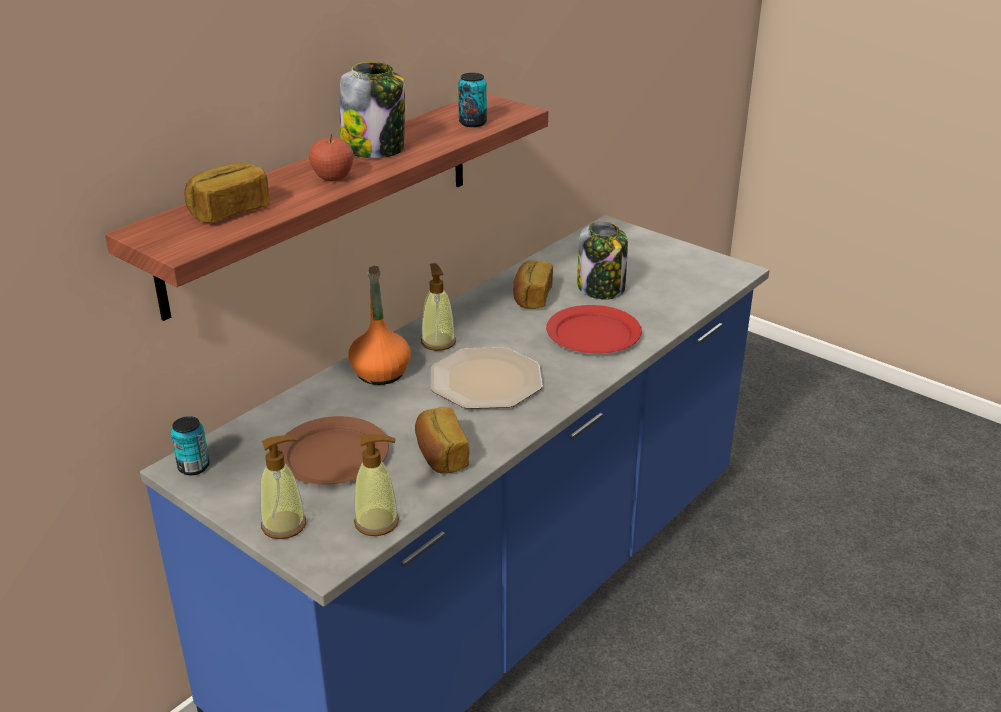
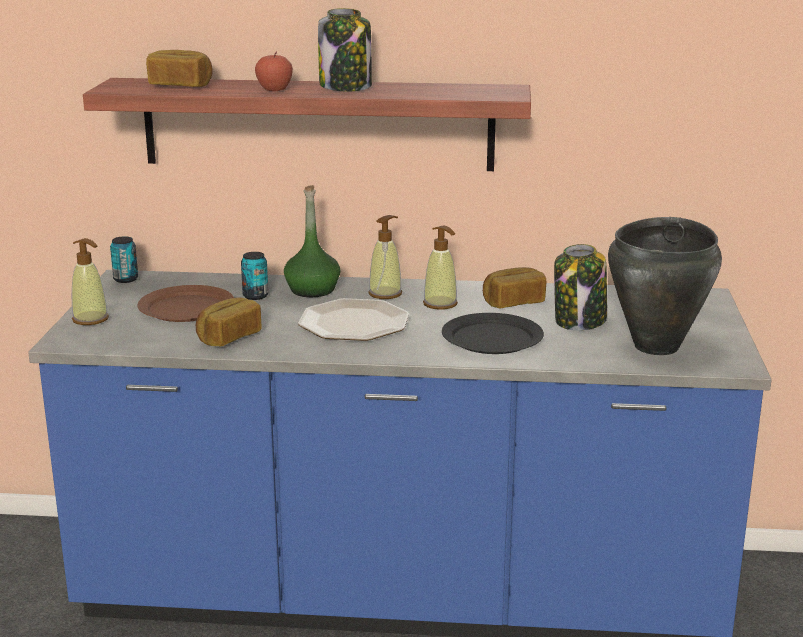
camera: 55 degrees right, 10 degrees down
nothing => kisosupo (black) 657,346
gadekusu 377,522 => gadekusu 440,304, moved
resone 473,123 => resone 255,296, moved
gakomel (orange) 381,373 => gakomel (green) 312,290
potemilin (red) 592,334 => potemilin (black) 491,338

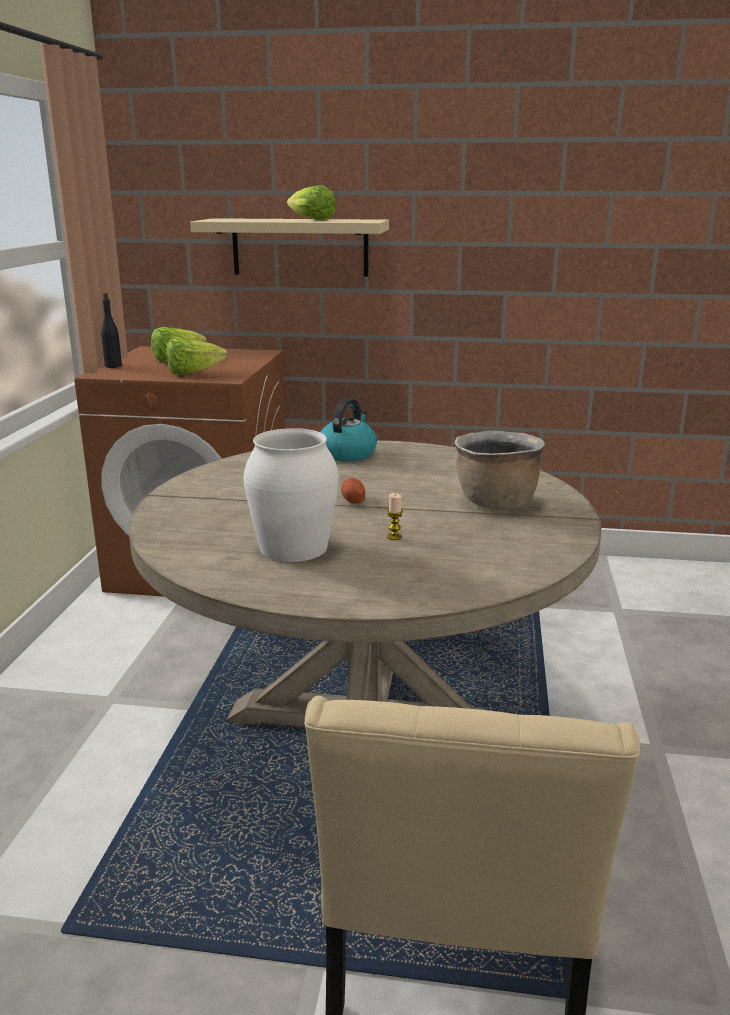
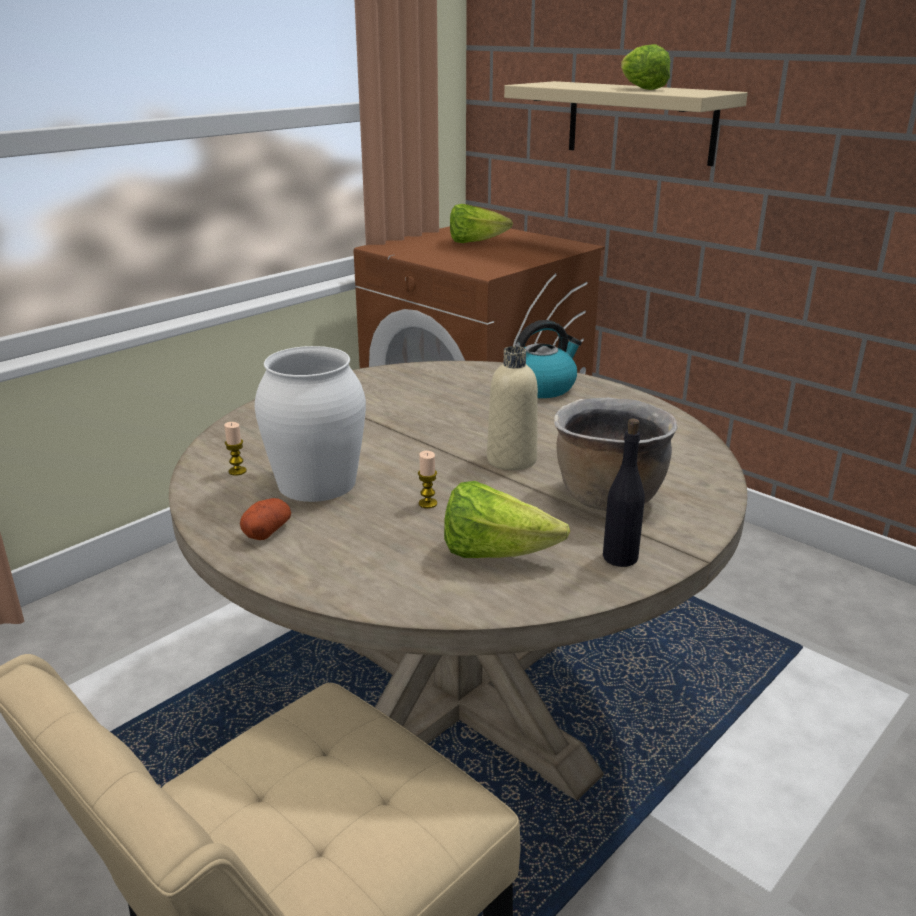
camera: 35 degrees right, 5 degrees up
nothing => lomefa 237,471
nothing => gakomel (beige) 511,460
gakomel (black) 113,366 => gakomel (black) 620,557, moved
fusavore 193,373 => fusavore 495,553, moved
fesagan 353,500 => fesagan 267,531, moved

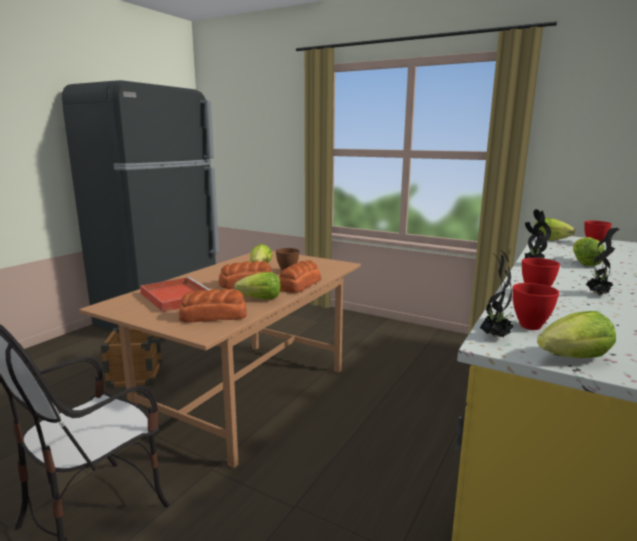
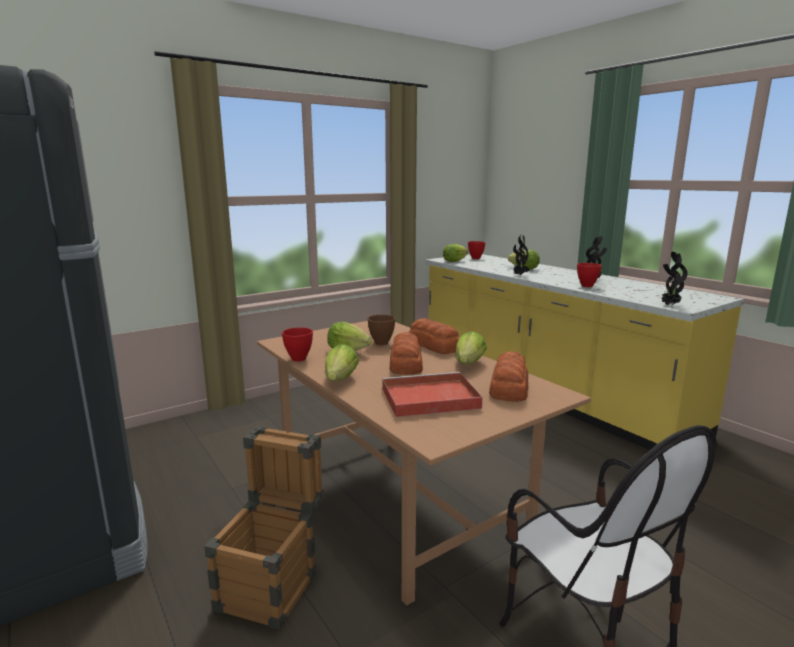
camera: 65 degrees left, 0 degrees up
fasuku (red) 530,326 => fasuku (red) 298,359, moved
fusavore 574,358 => fusavore 340,379, moved

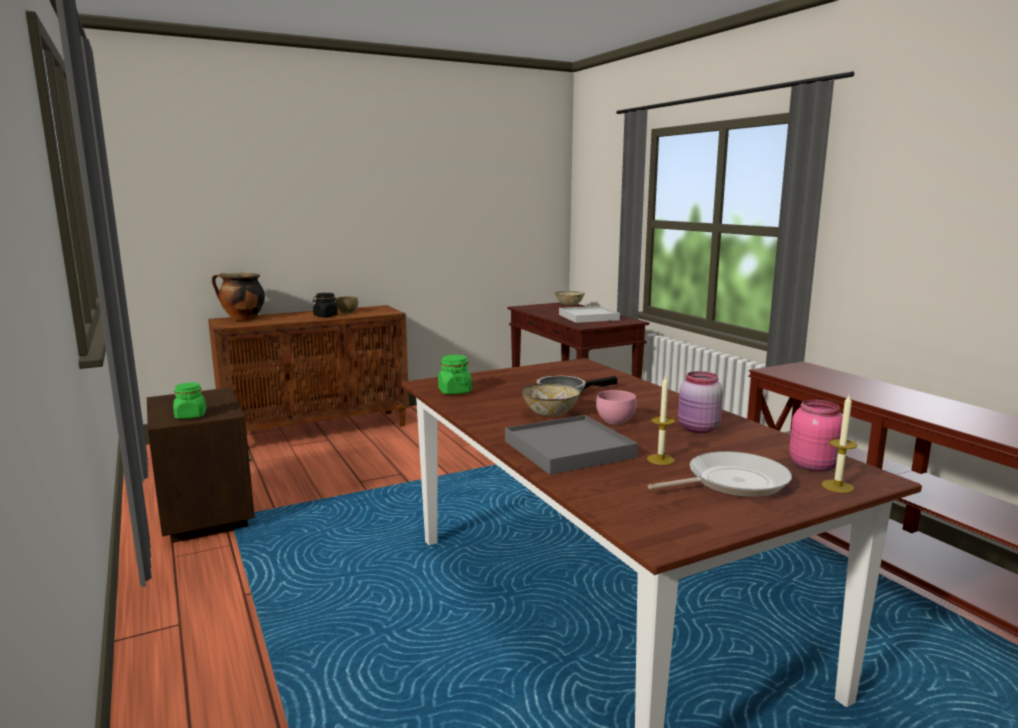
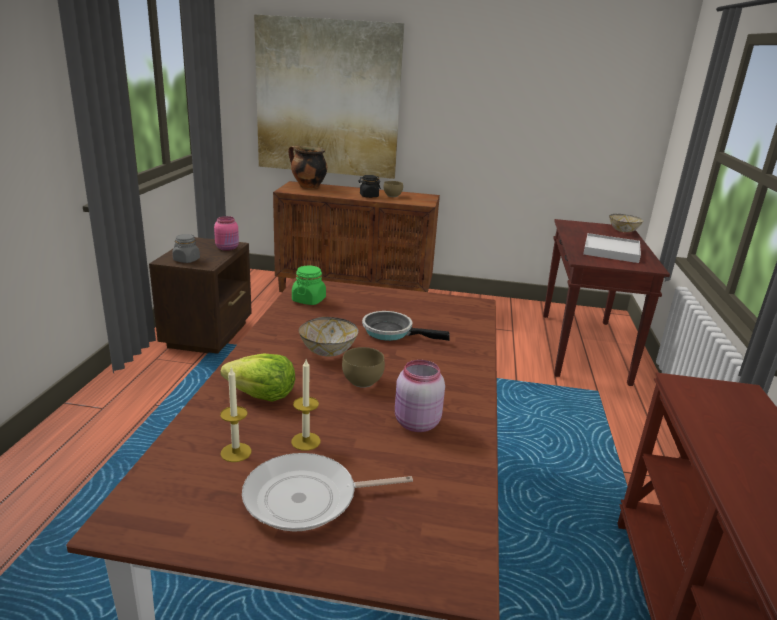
camera: 35 degrees right, 10 degrees up
nothing => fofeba 328,98
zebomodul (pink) 814,465 => zebomodul (pink) 228,248, moved
lomefa 837,486 => lomefa 236,452, moved
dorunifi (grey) 569,449 => fusavore 262,395
zebomodul (green) 191,416 => zebomodul (grey) 186,260
fasuku (pink) 615,420 => fasuku (brown) 363,381
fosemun 731,482 => fosemun 307,499, 150 degrees clockwise

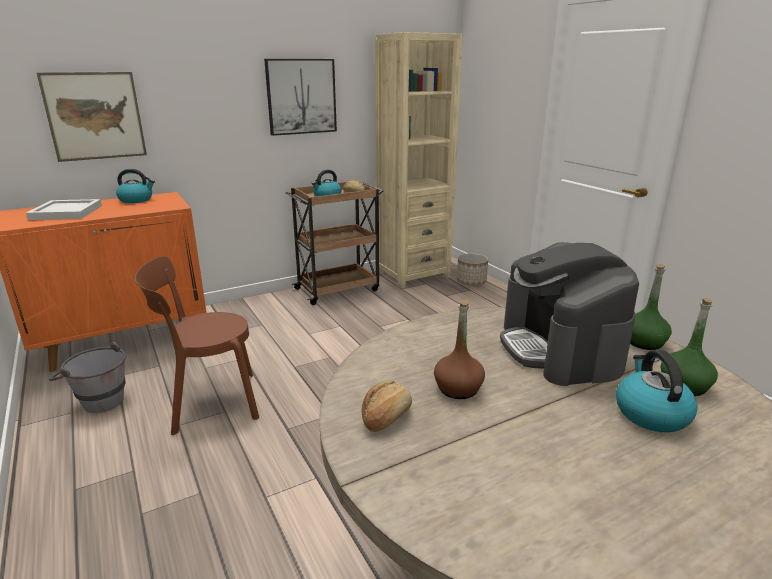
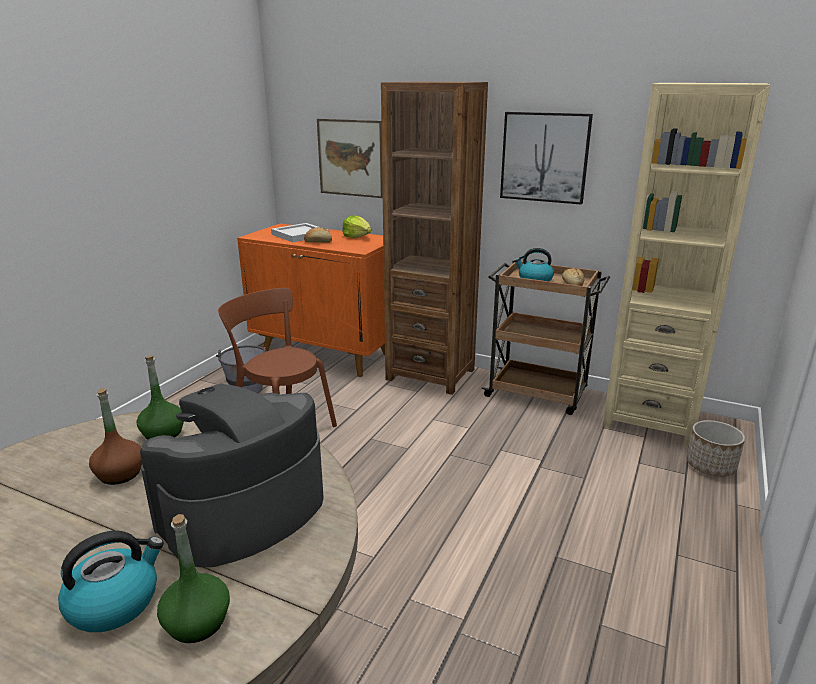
camera: 55 degrees right, 0 degrees up
nothing => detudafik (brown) 430,374
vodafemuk 386,417 => vodafemuk 318,242, moved
gakomel (green) 644,342 => gakomel (green) 163,433, moved
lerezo 136,200 => fusavore 357,237

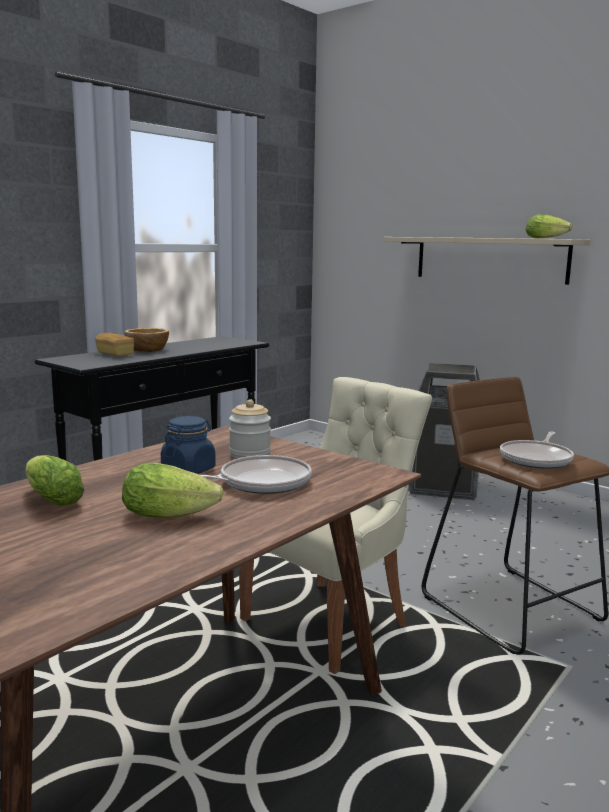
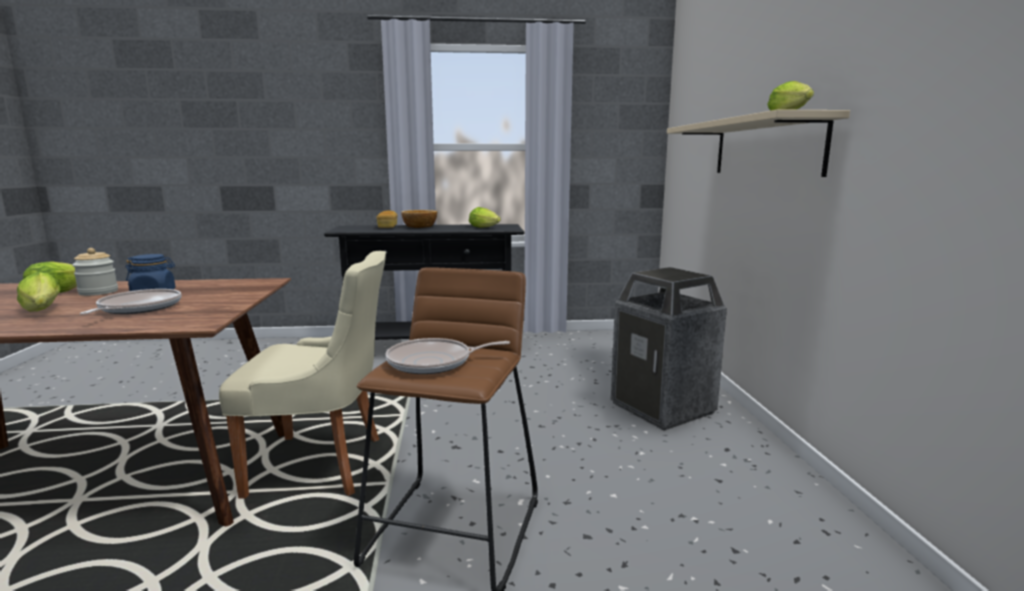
camera: 45 degrees right, 0 degrees up
nothing => fusavore 485,227
zebomodul 250,454 => zebomodul 98,292, moved
fosemun 260,482 => fosemun 137,308, 105 degrees counterclockwise

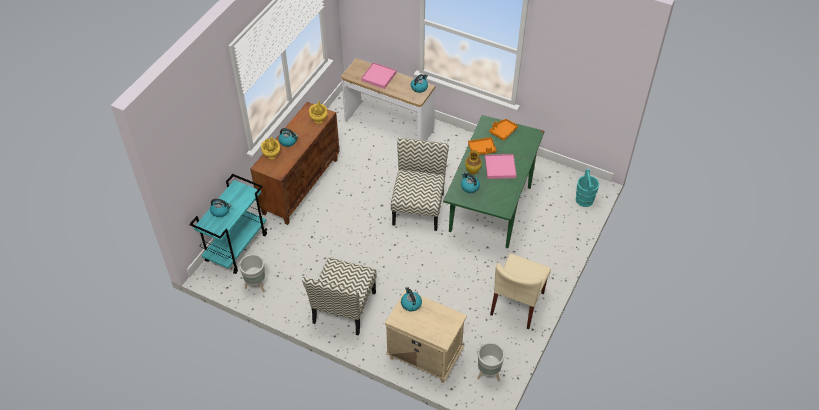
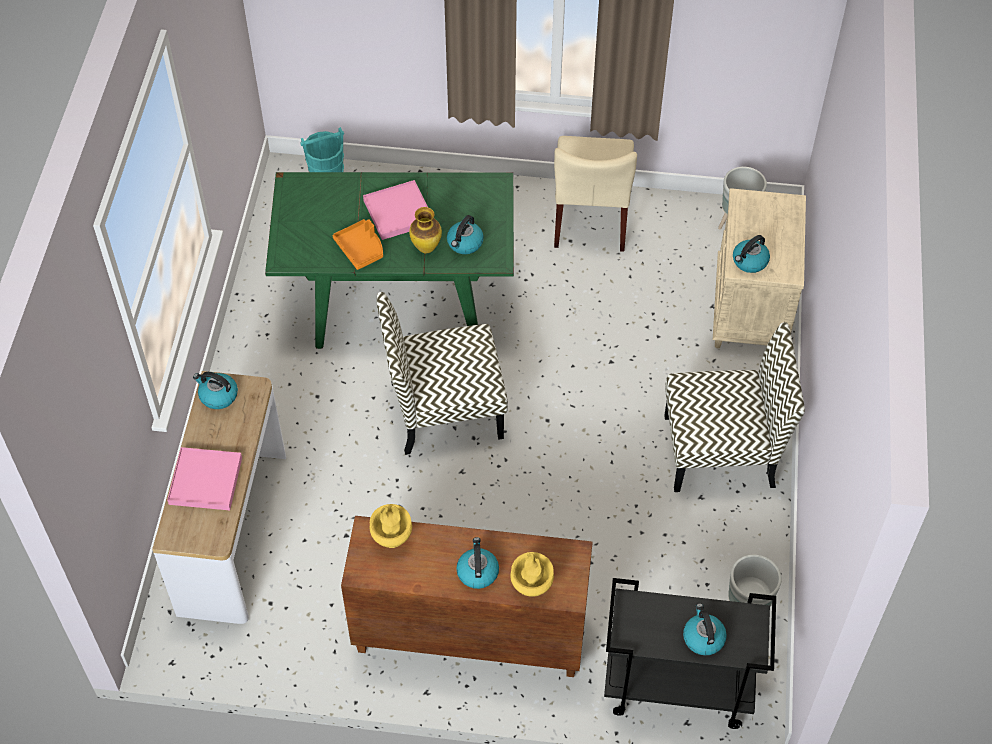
camera: 110 degrees left, 5 degrees up
dorunifi (orange) 503,131 => nothing
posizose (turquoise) 236,247 => posizose (black) 676,688
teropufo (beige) 517,304 => teropufo (beige) 590,219, 90 degrees clockwise

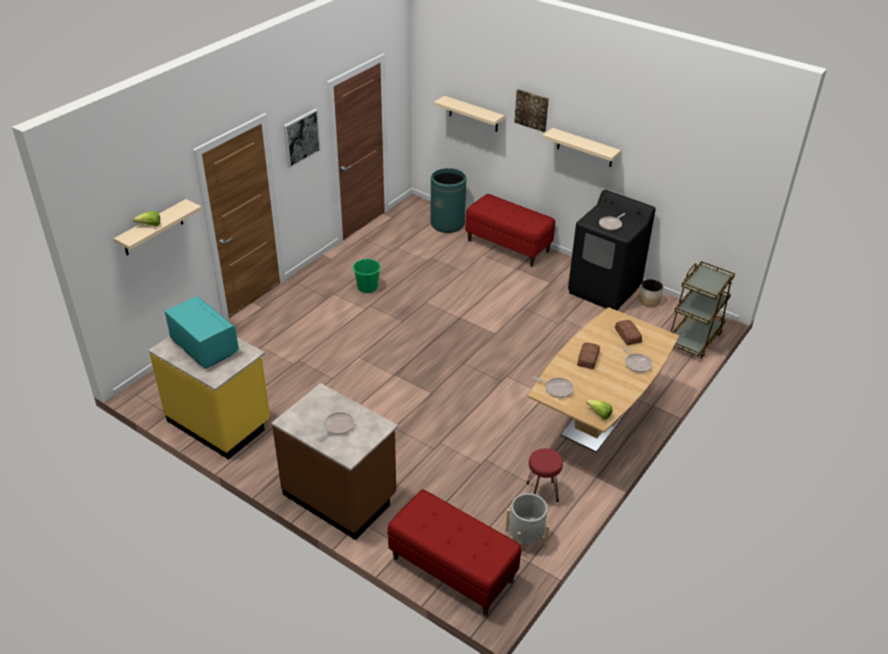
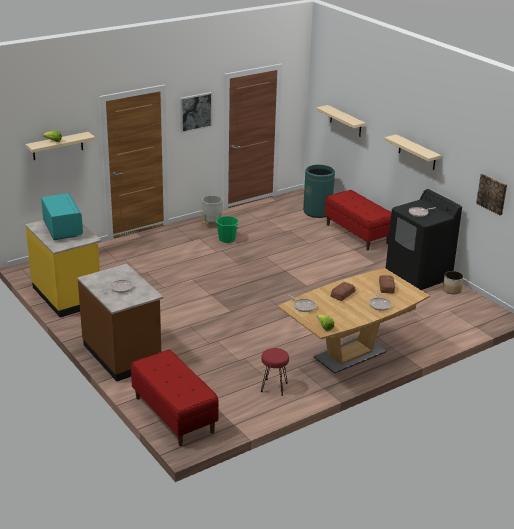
camera: 20 degrees right, 10 degrees down
posizose (brown) 694,338 => nothing
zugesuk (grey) 525,538 => zugesuk (grey) 212,225, moved
fofeba 532,110 => fofeba 492,194, moved

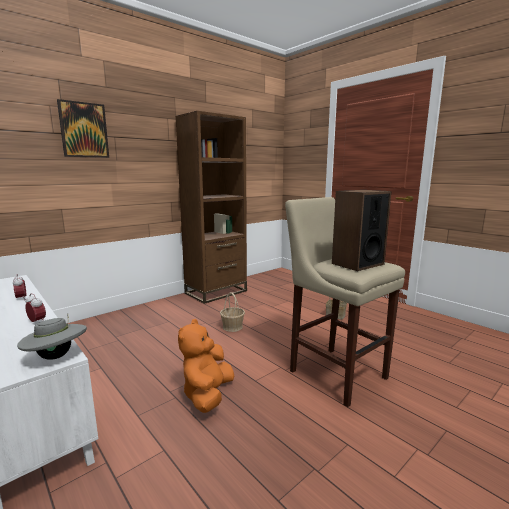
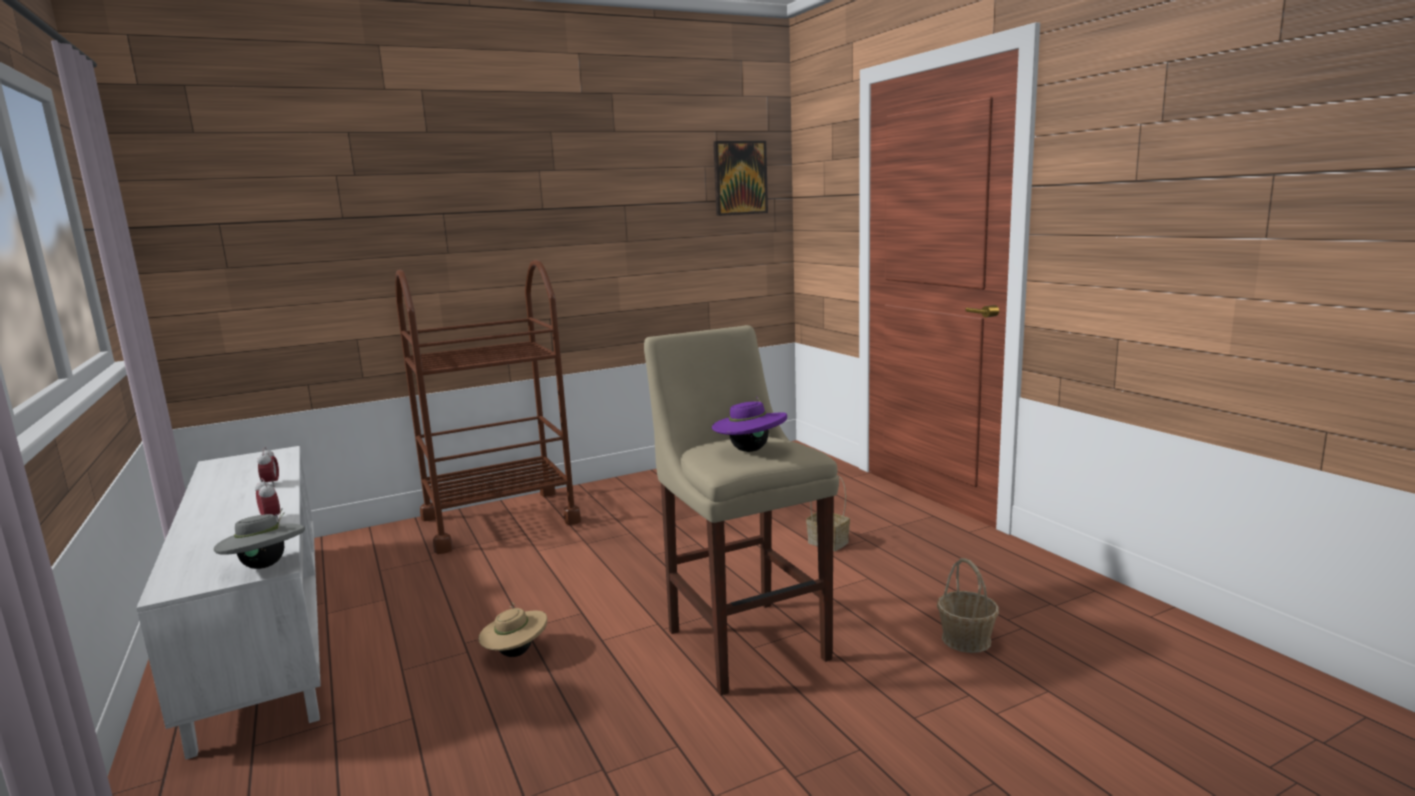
camera: 15 degrees right, 0 degrees up
detudafik (brown) 216,292 => nothing
nothing => posizose (brown) 500,520
fofeba 84,130 => fofeba 740,178, moved
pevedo 232,327 => pevedo 966,639, moved
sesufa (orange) 207,394 => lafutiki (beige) 515,653
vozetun 357,264 => lafutiki (purple) 750,450

